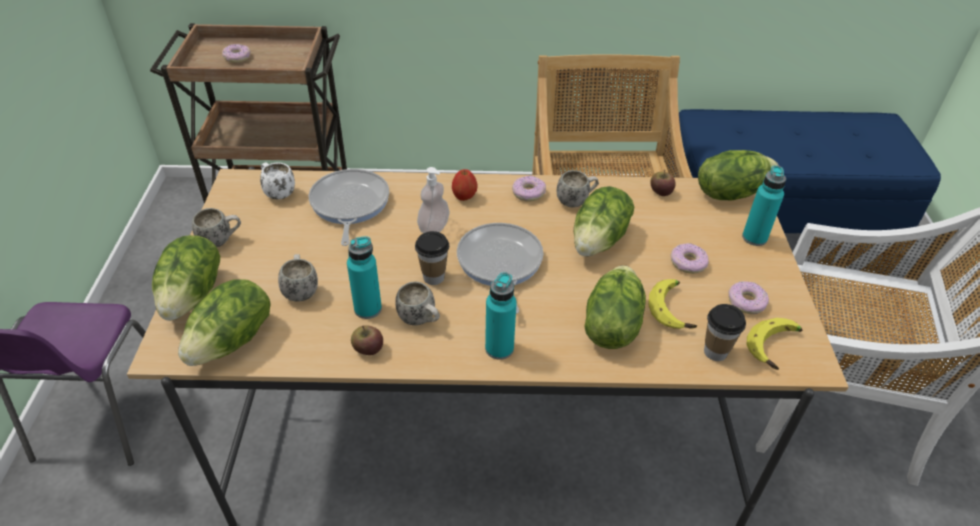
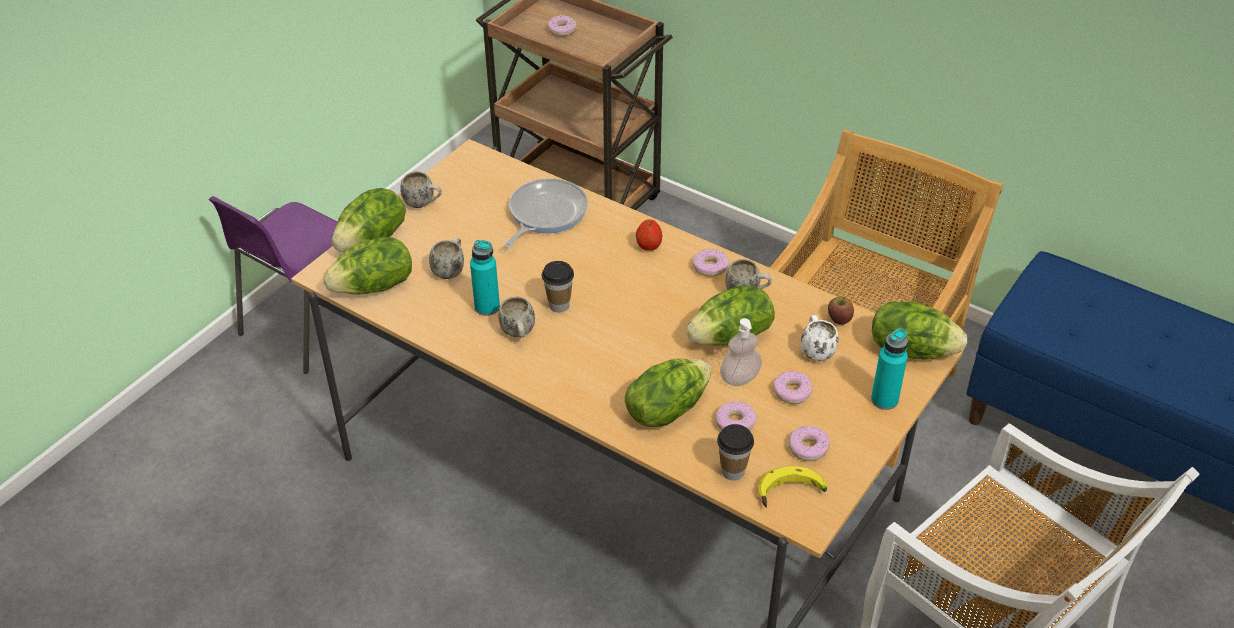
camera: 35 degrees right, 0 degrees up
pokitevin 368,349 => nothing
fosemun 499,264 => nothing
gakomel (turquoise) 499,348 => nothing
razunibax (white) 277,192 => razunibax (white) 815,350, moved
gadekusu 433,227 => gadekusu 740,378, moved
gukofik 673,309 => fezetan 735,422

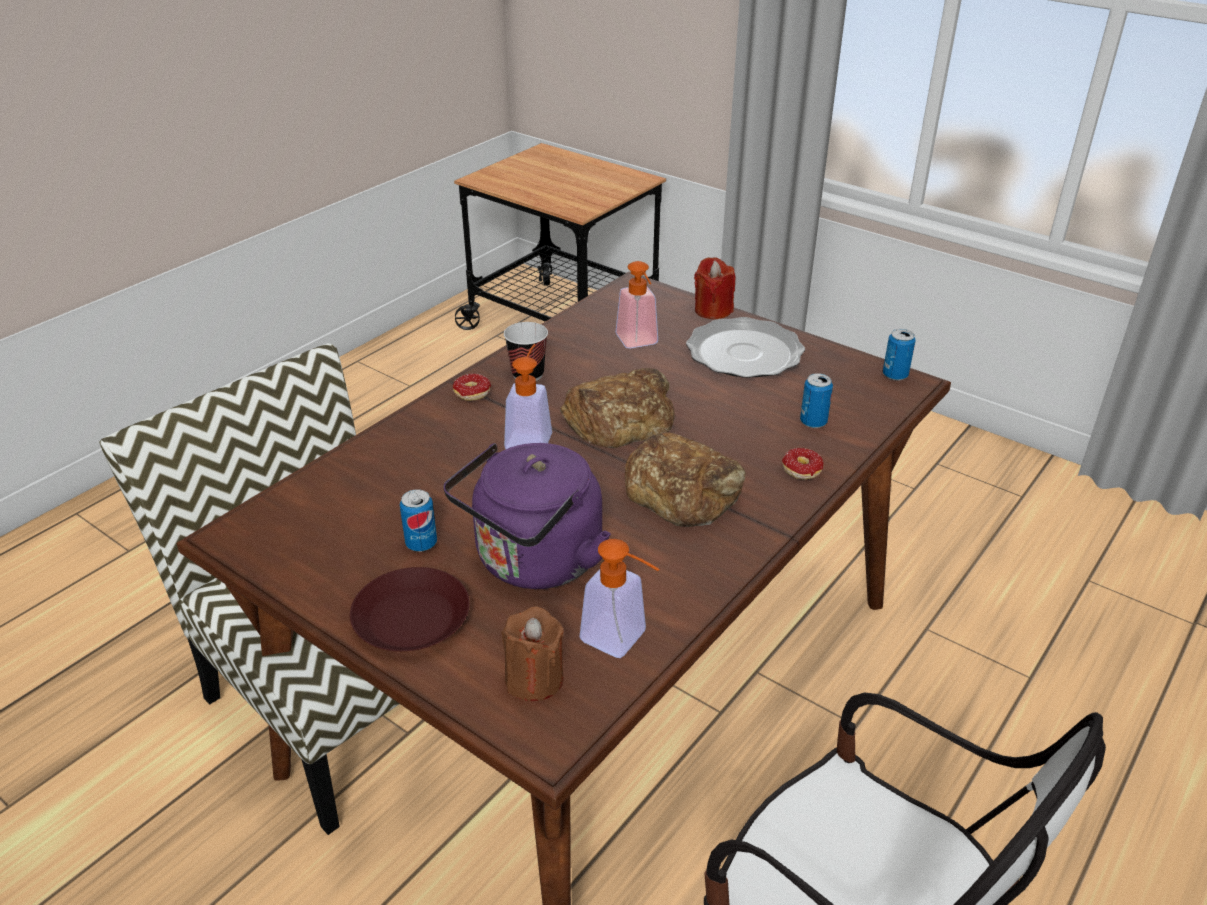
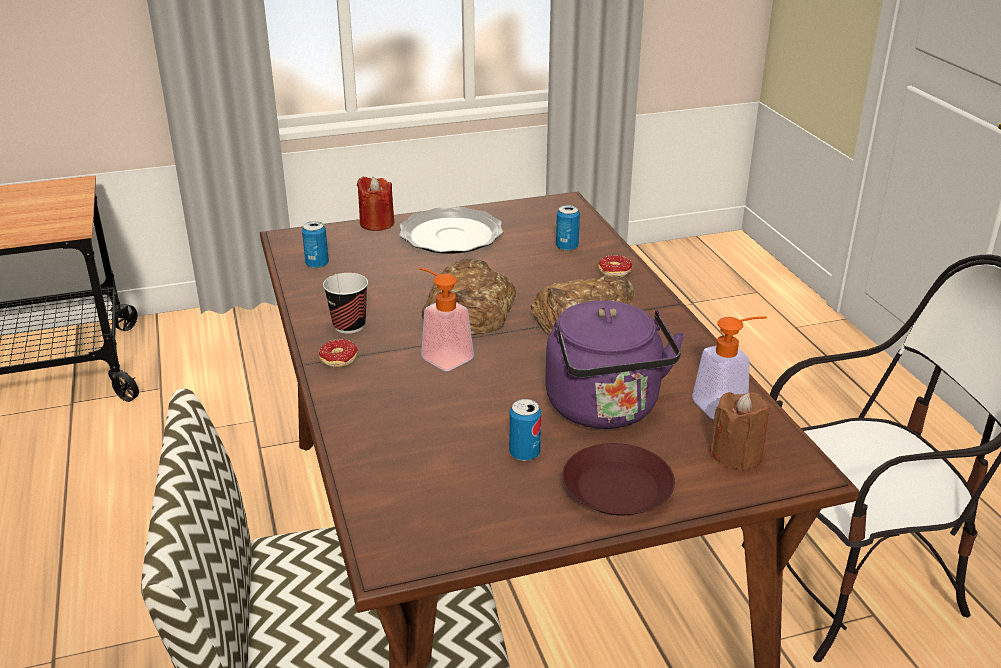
camera: 55 degrees left, 5 degrees down
gadekusu 639,343 => nothing
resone 895,375 => resone 317,264, moved

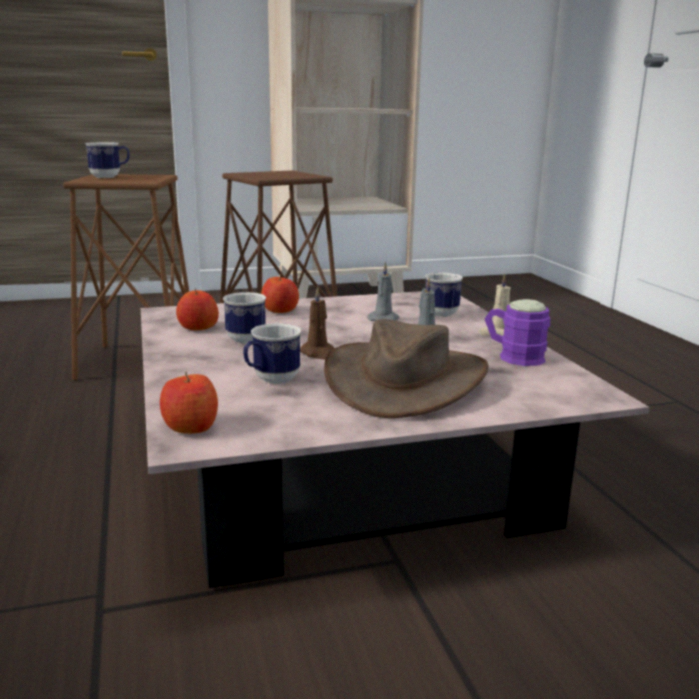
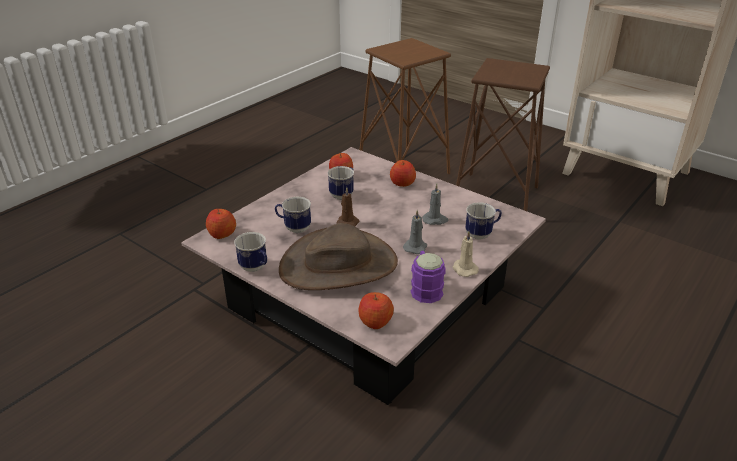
camera: 55 degrees right, 15 degrees up
nothing => pokitevin 375,321
razunibax 110,177 => razunibax 256,268, moved

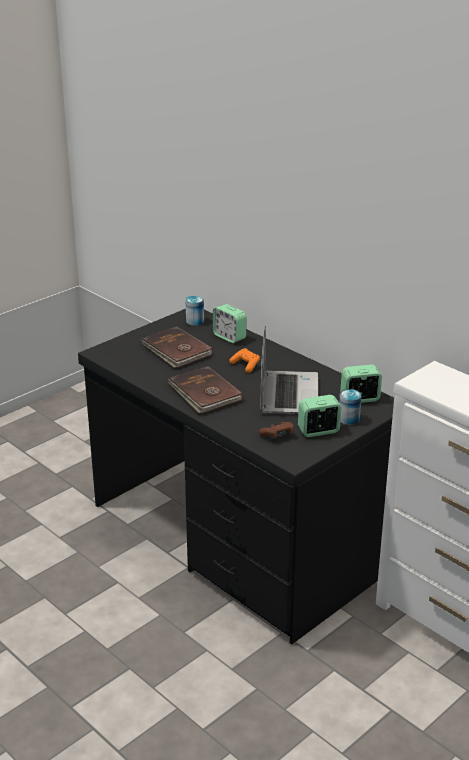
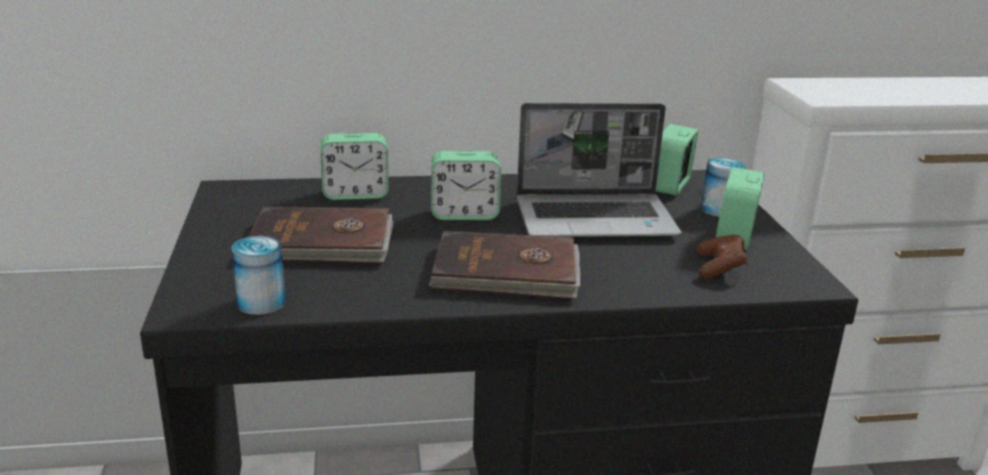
camera: 55 degrees left, 5 degrees down
resone 195,321 => resone 261,302, moved
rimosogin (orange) 245,365 => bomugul 464,214
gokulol 288,394 => gokulol 596,219, 135 degrees clockwise

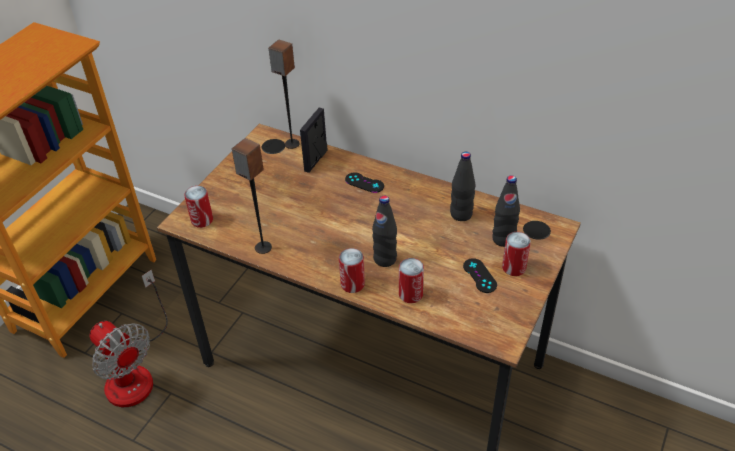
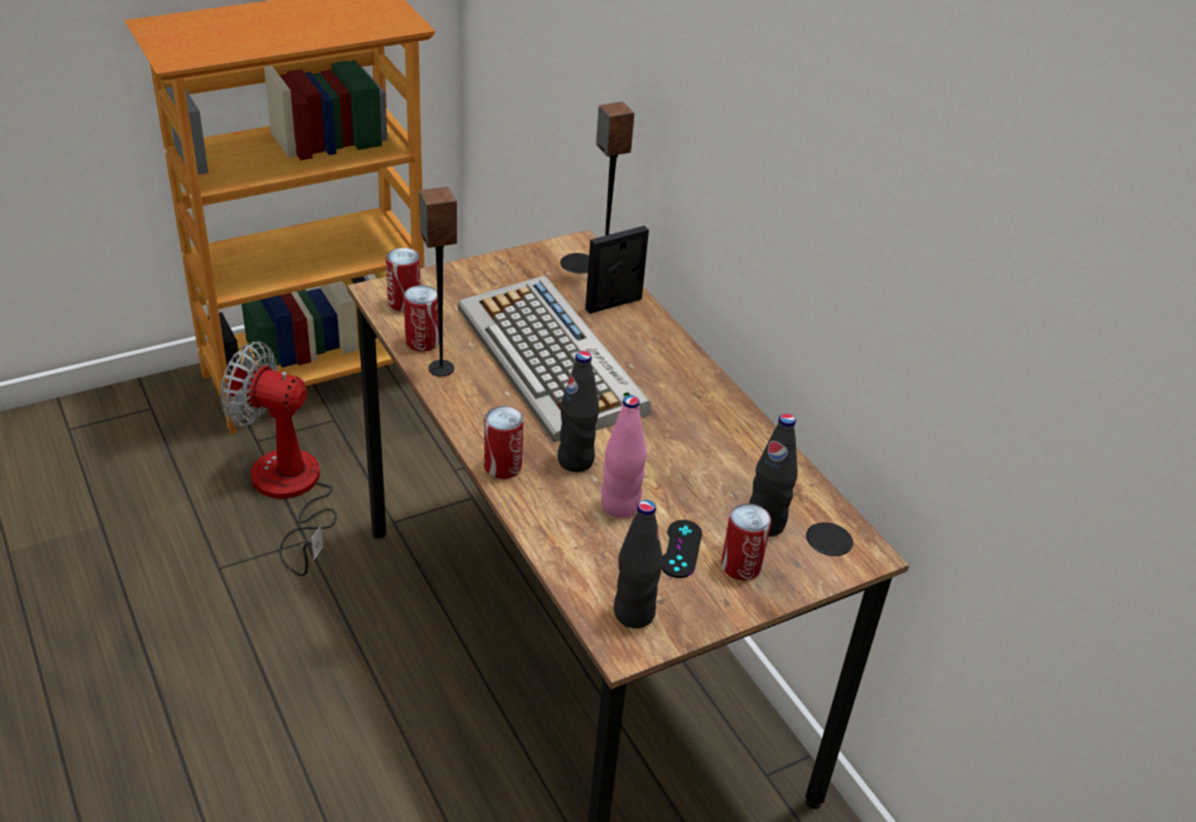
camera: 30 degrees right, 5 degrees down
rimosogin (black) 364,183 => nothing
nothing => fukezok 552,360
nothing => gakomel (pink) 620,506
resone 410,294 => resone 422,341, moved
gakomel (black) 461,214 => gakomel (black) 634,613, moved
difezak 135,371 => difezak 290,493, 120 degrees clockwise

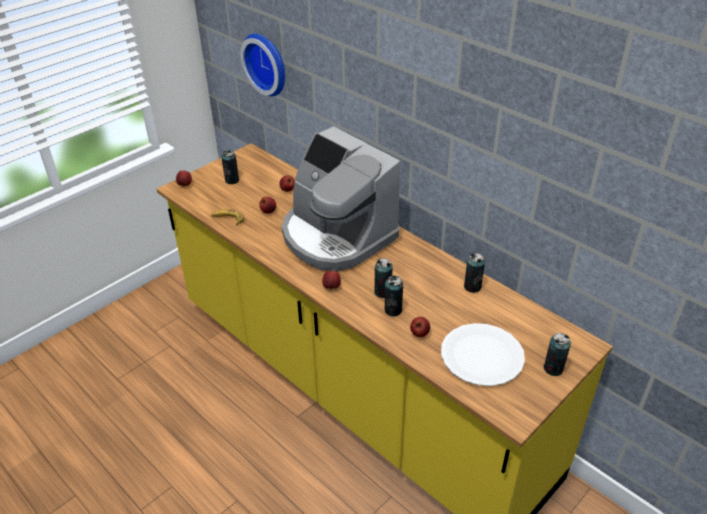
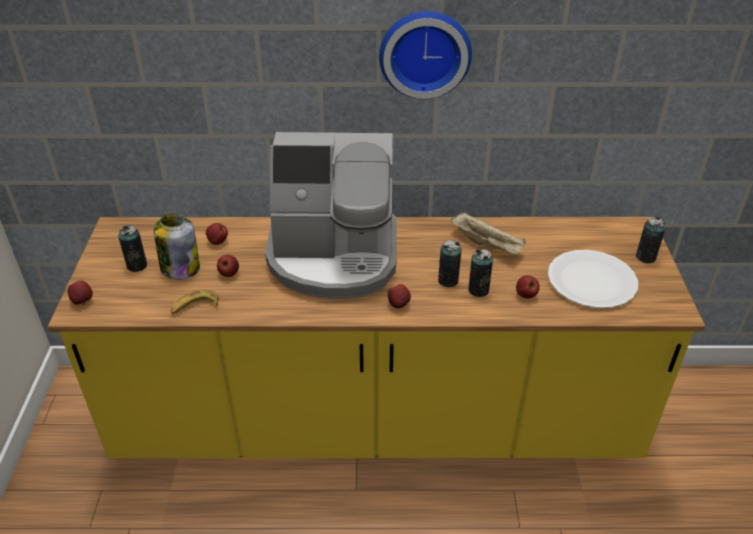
camera: 45 degrees left, 0 degrees up
resone 472,287 => nothing
nothing => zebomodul 180,268
nothing => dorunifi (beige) 487,244
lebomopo 267,63 => lebomopo 424,52, moved

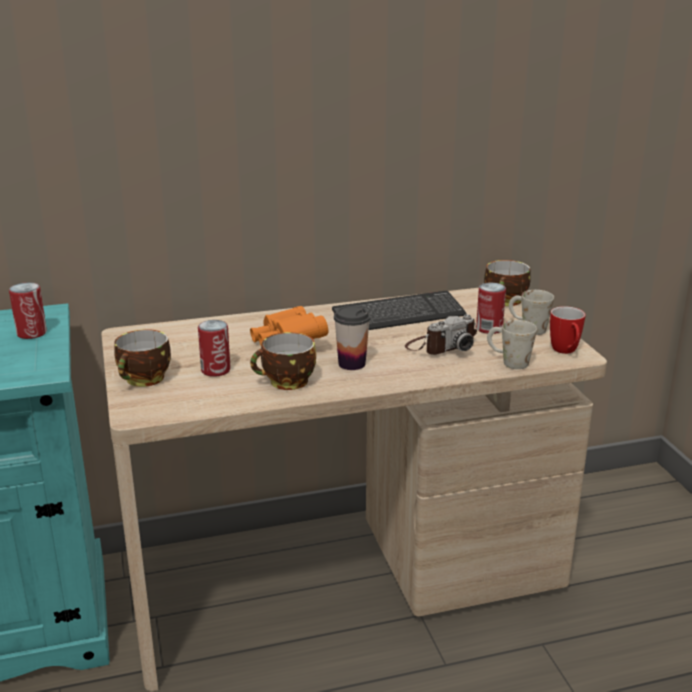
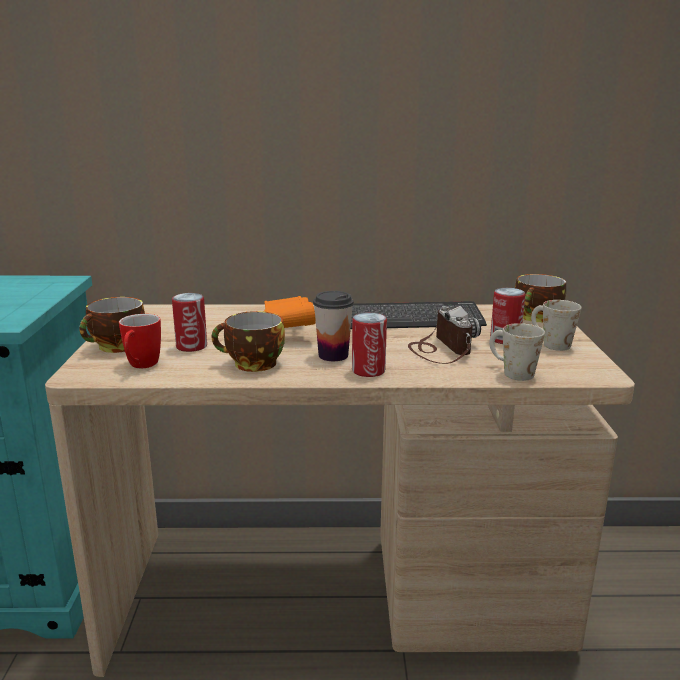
camera: 15 degrees right, 5 degrees down
resone 31,333 => resone 368,371, moved
razunibax 566,352 => razunibax 141,366, moved
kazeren 441,346 => kazeren 441,349, 90 degrees counterclockwise

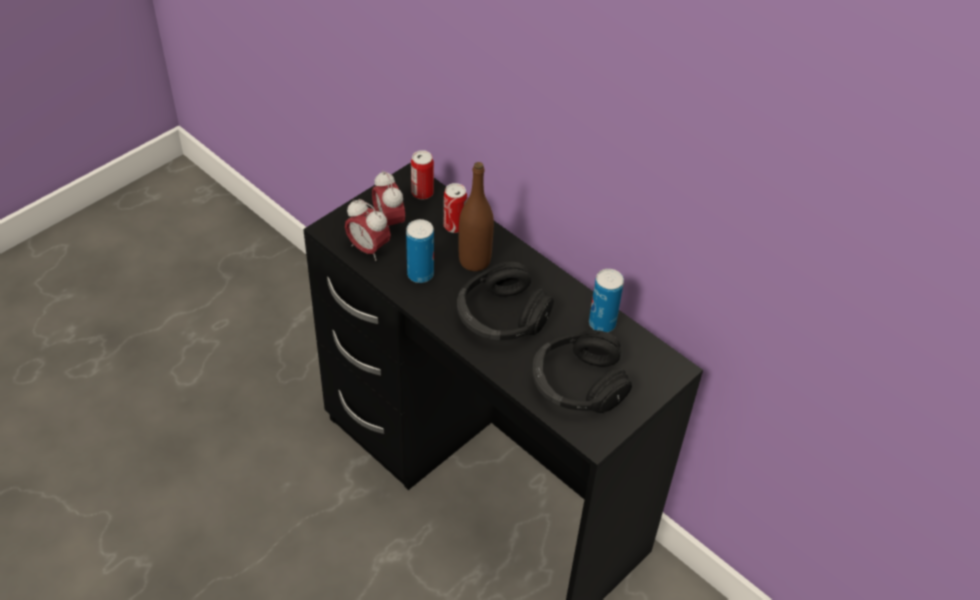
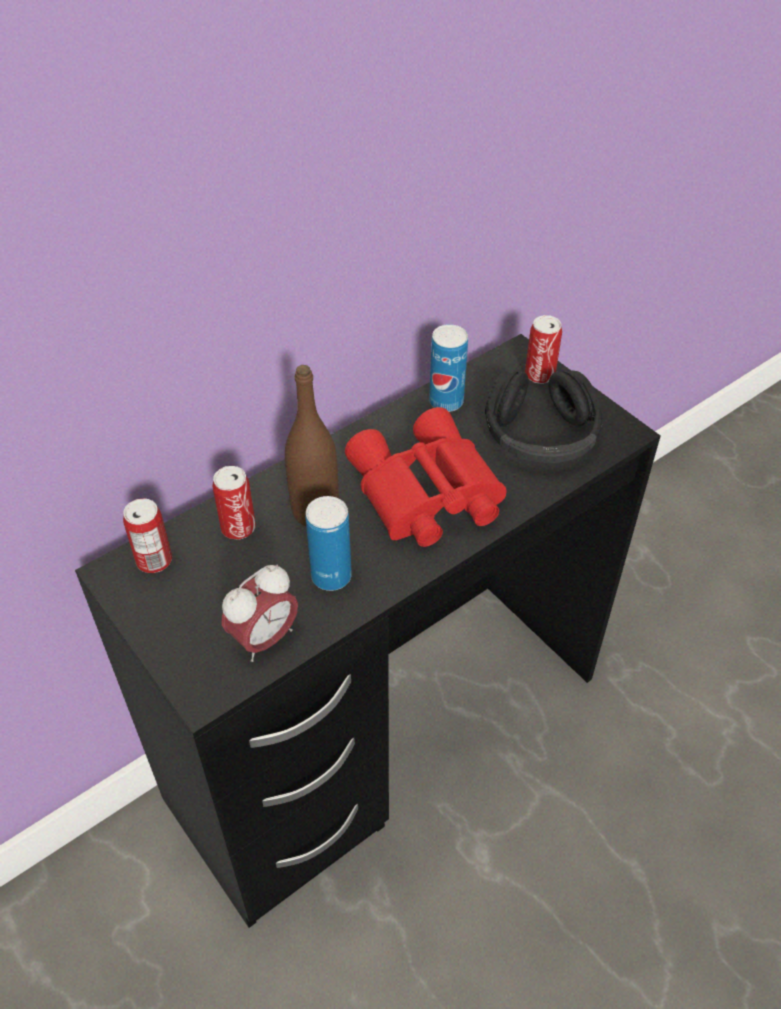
camera: 80 degrees left, 0 degrees up
bomugul 389,223 => nothing
nothing => resone 539,375
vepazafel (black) 501,316 => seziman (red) 424,494

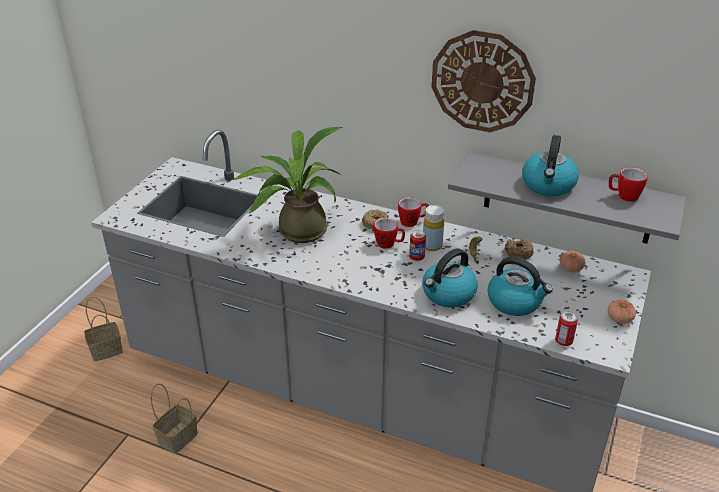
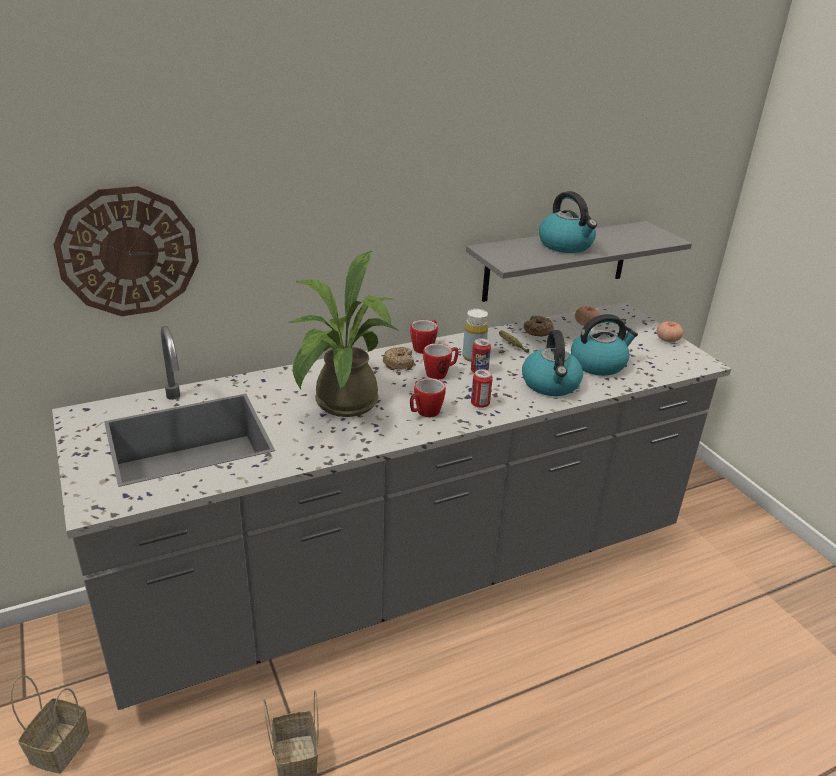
camera: 50 degrees left, 5 degrees down
lebomopo 482,81 => lebomopo 128,252, moved
resone 563,341 => resone 480,404, moved
razunibax 623,196 => razunibax 424,413, moved

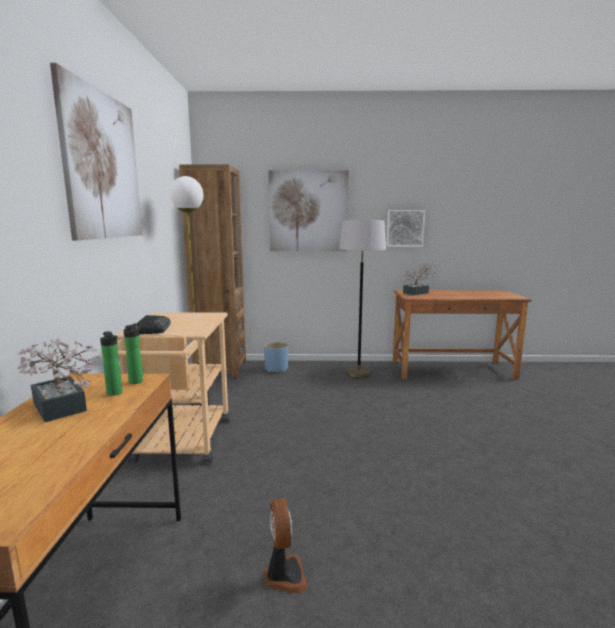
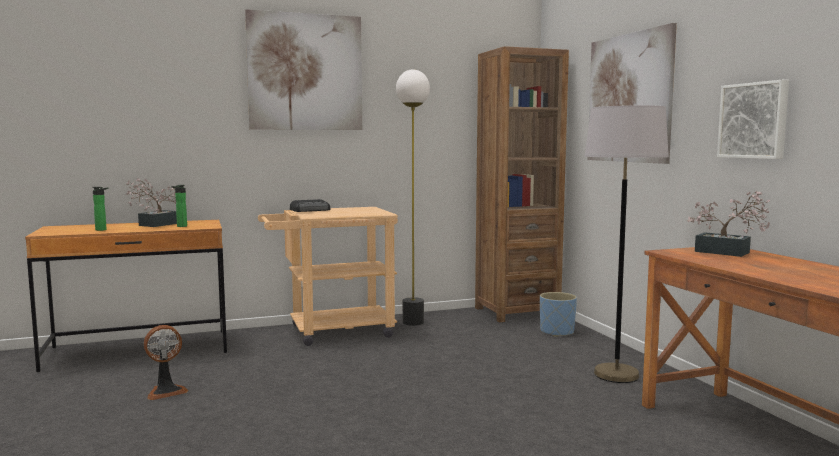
camera: 70 degrees right, 5 degrees down
gakomel 137,380 => gakomel 102,230, moved

